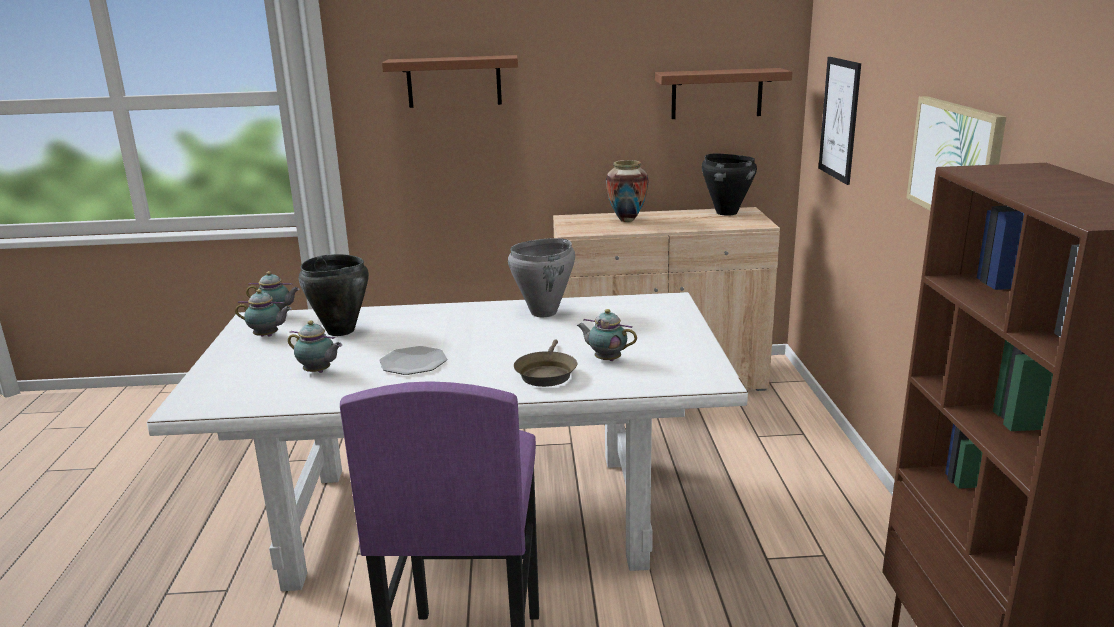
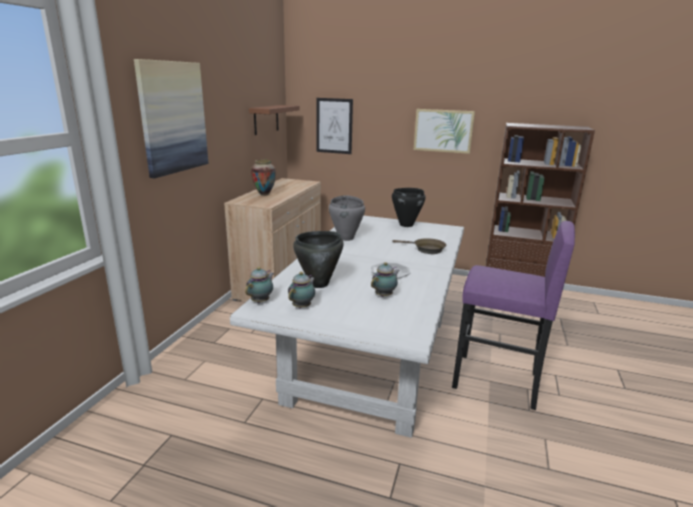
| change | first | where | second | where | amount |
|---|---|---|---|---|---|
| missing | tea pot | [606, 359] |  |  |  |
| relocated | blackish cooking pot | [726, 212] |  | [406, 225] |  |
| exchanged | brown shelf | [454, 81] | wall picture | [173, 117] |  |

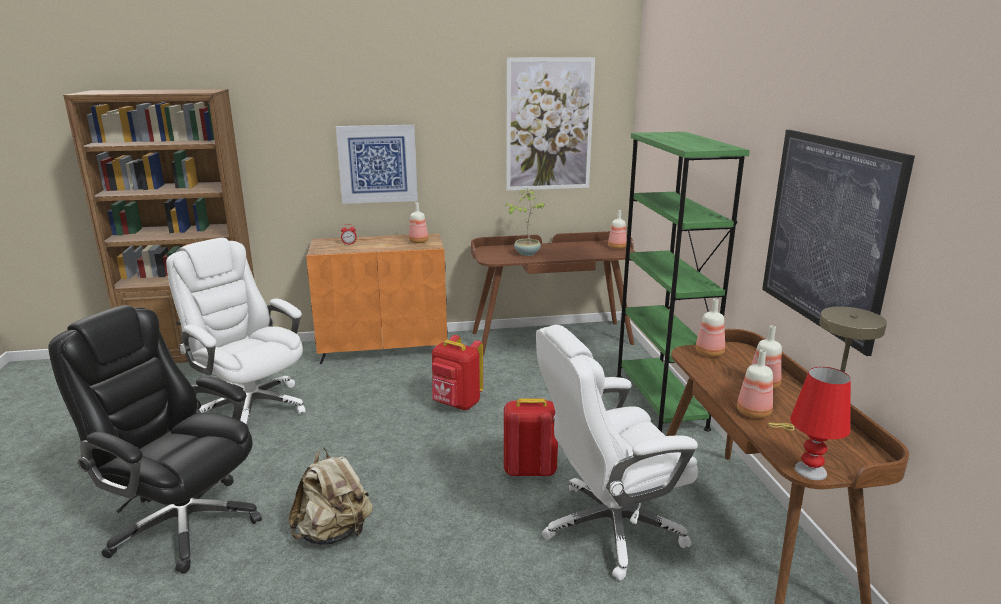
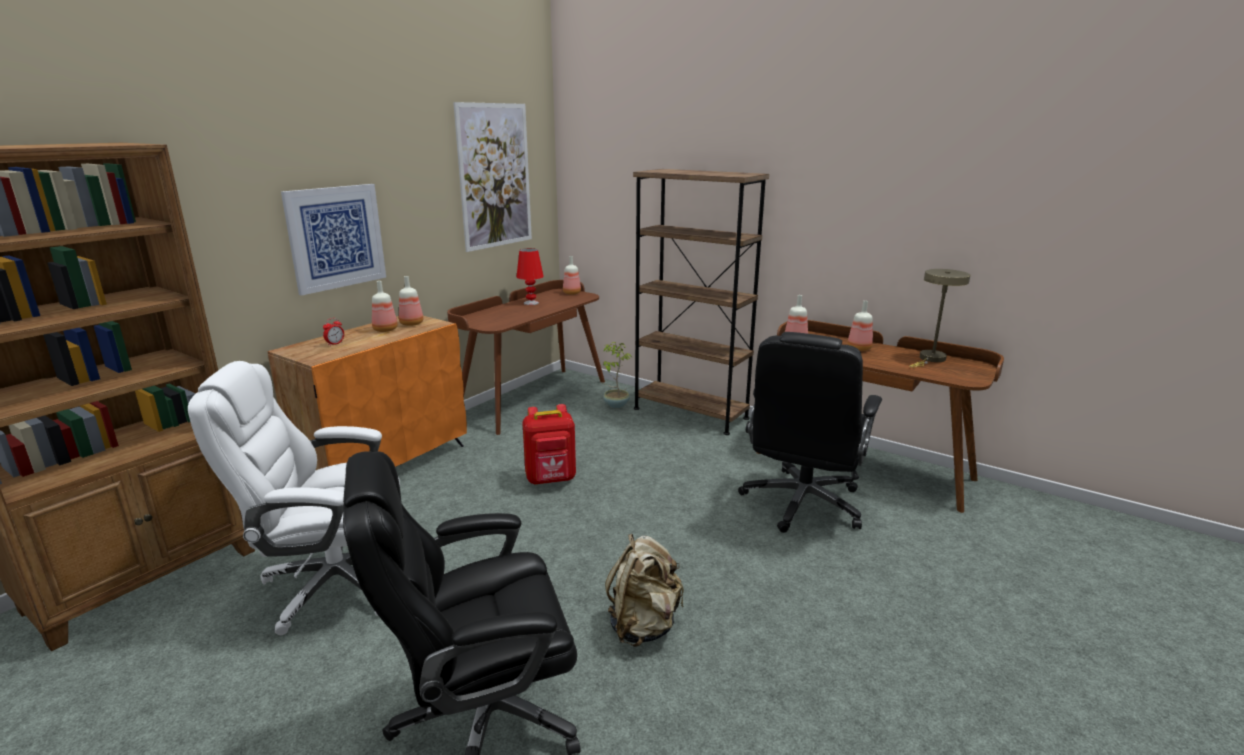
| change | first | where | second | where | amount |
|---|---|---|---|---|---|
| missing | red rucksack | [529, 470] |  |  |  |
| missing | wall picture | [827, 234] |  |  |  |
| relocated | potted plant | [526, 253] |  | [615, 405] |  |
| relocated | beverage bottle | [753, 412] |  | [385, 329] |  |
| relocated | red lamp for a table | [810, 470] |  | [531, 303] |  |
| colour | white-coloured computer chair | [609, 528] | blackish computer chair | [802, 504] |  |
| colour | greenish shelving unit | [659, 401] | brown shelving unit | [690, 413] |  |

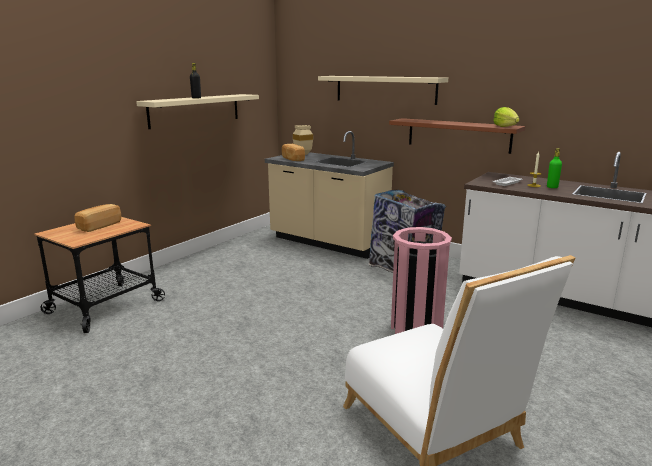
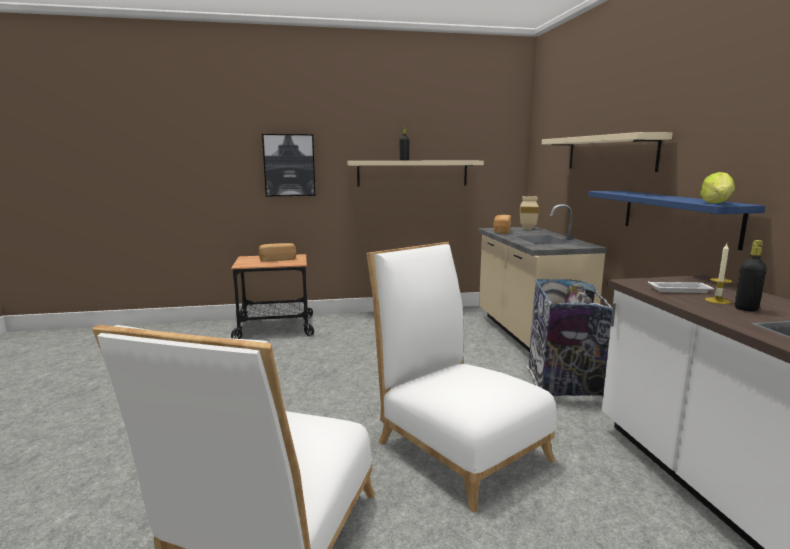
| change | first | where | second | where | amount |
|---|---|---|---|---|---|
| appeared |  |  | wall picture | [289, 165] |  |
| exchanged | pink-coloured rubbish bin | [416, 327] | white-coloured chair | [455, 445] |  |
| colour | brown shelf | [458, 135] | blue-coloured shelf | [678, 216] |  |
| colour | greenish beverage bottle | [552, 187] | blackish beverage bottle | [746, 309] |  |

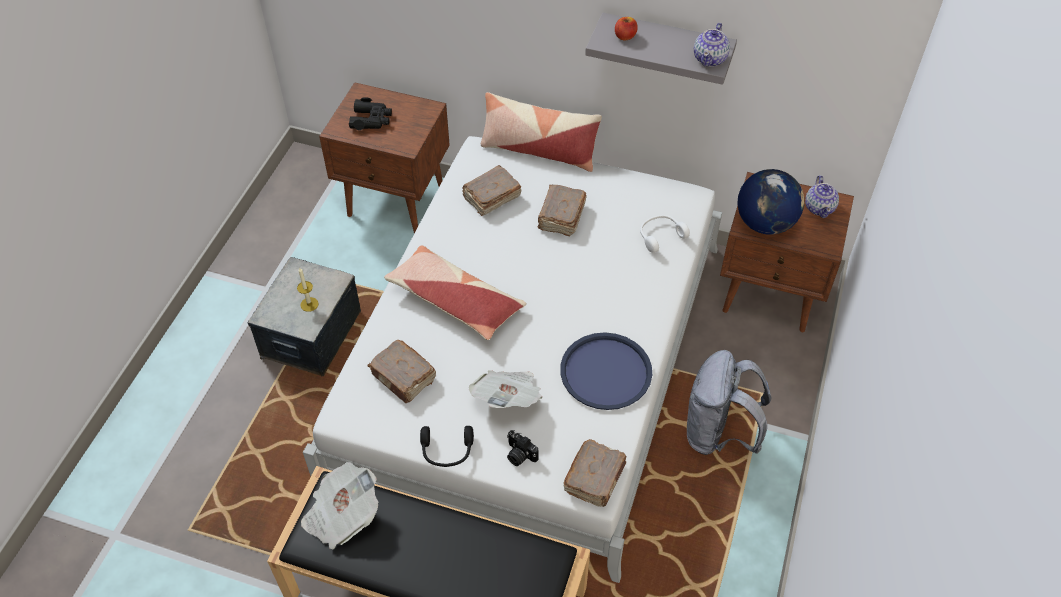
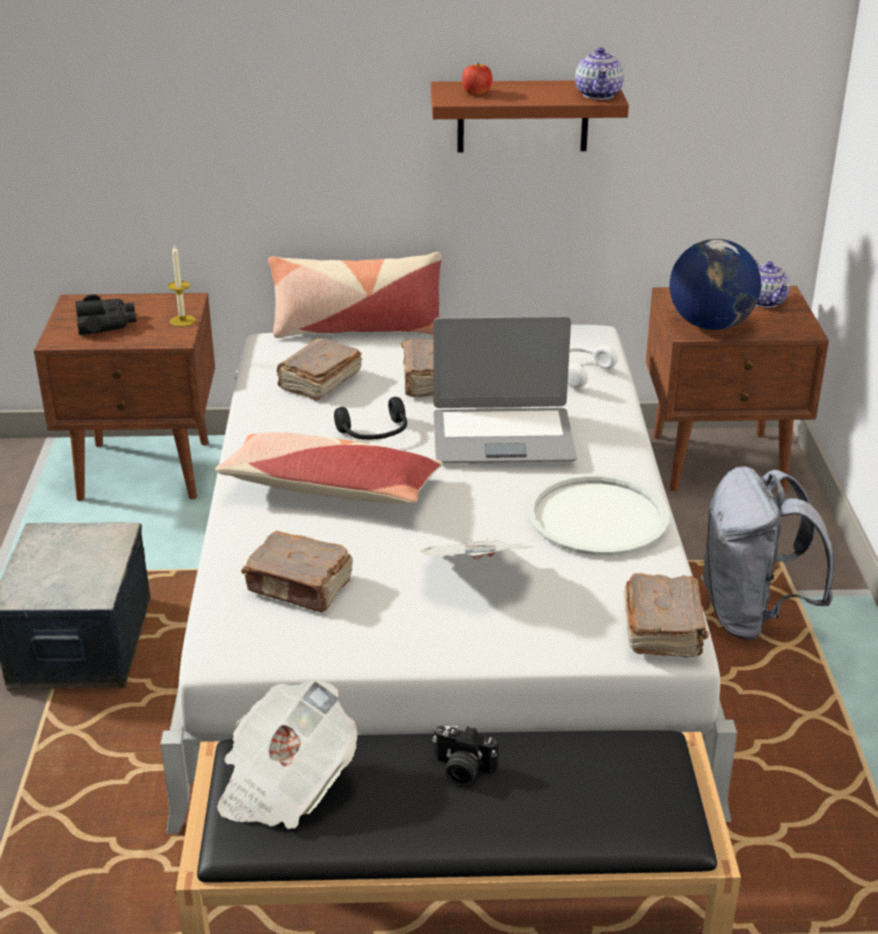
| change | first | where | second | where | amount |
|---|---|---|---|---|---|
| appeared |  |  | laptop | [502, 437] |  |
| relocated | candle | [309, 304] |  | [182, 321] |  |
| relocated | blackish headset | [447, 451] |  | [375, 433] |  |
| relocated | photo camera | [519, 455] |  | [462, 770] |  |
| colour | blue-coloured serving tray | [606, 372] | white-coloured serving tray | [598, 516] |  |
| colour | gray shelf | [666, 47] | brown shelf | [523, 116] |  |

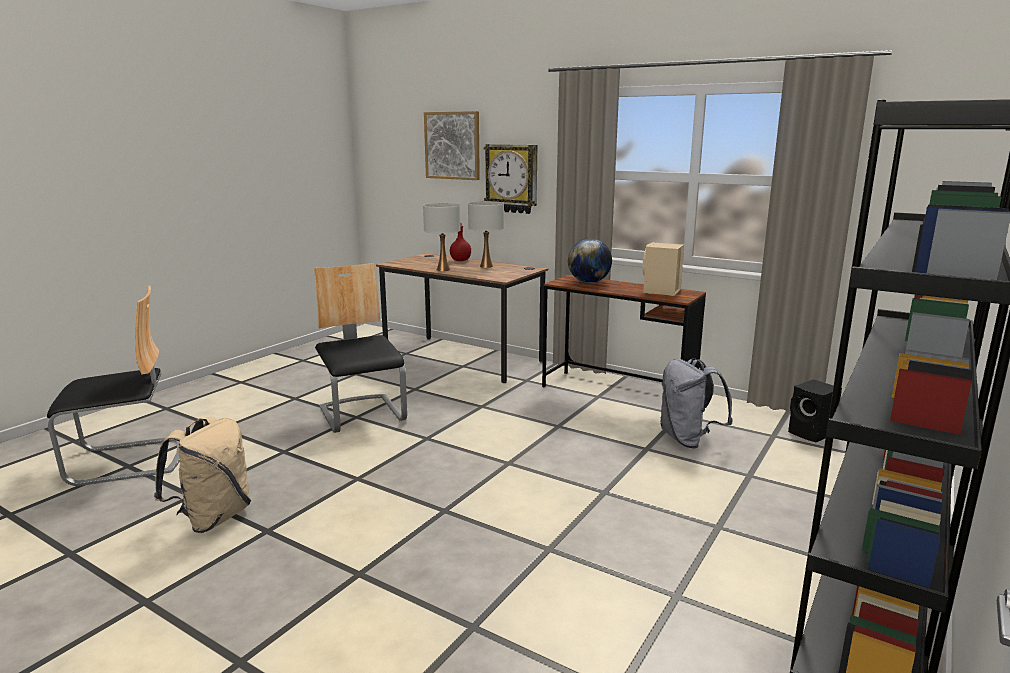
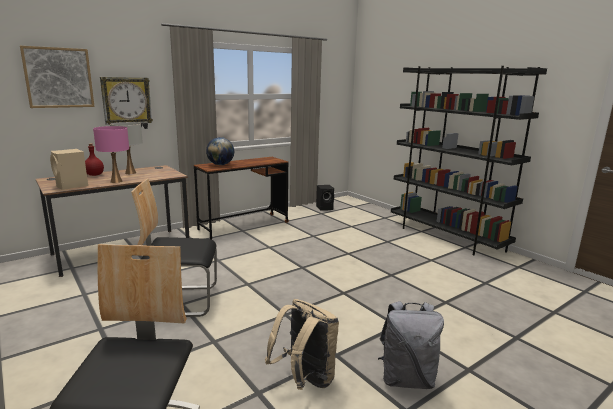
| change | first | where | second | where | amount |
|---|---|---|---|---|---|
| relocated | beige-coloured speaker | [661, 292] |  | [72, 186] |  |
| relocated | gray rucksack | [688, 440] |  | [406, 379] |  |
| colour | white-coloured lamp for a table | [443, 269] | pink-coloured lamp for a table | [116, 181] |  |

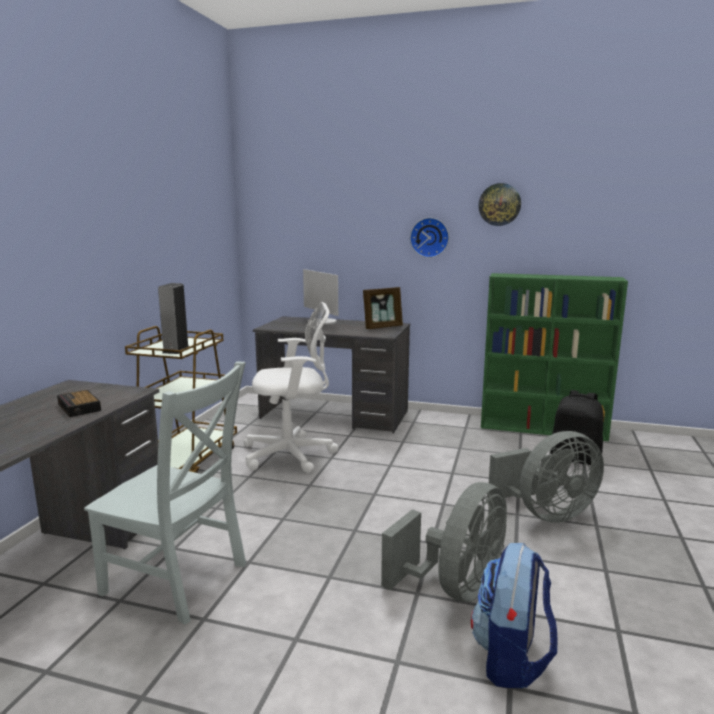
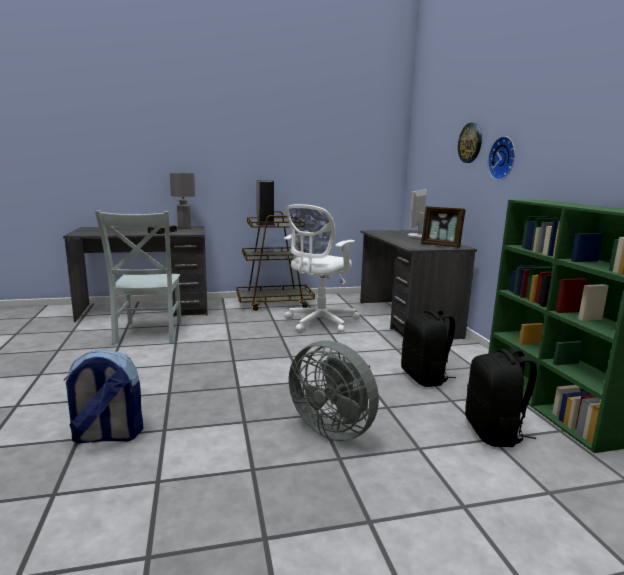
| change | first | where | second | where | amount |
|---|---|---|---|---|---|
| missing | gray fan | [455, 588] |  |  |  |
| appeared |  |  | gray lamp for a table | [184, 228] |  |
| appeared |  |  | blackish rucksack | [425, 378] |  |
| relocated | hanging clock | [499, 204] |  | [470, 143] |  |
| spun | white-coloured computer chair | [292, 454] |  | [319, 323] | 75 degrees clockwise |

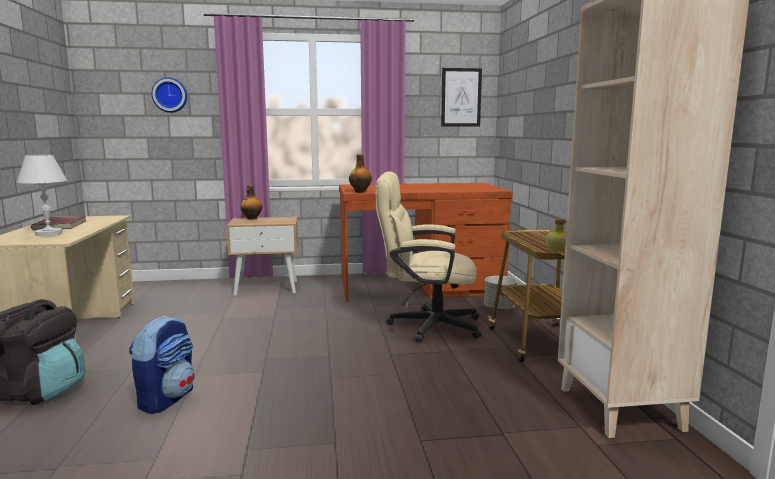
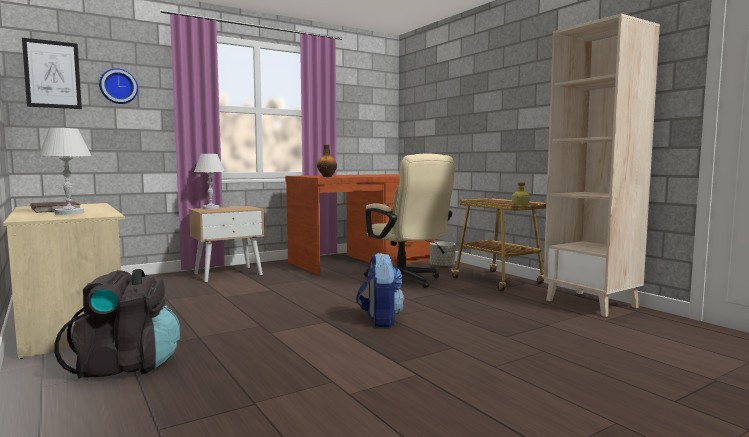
| change | first | where | second | where | amount |
|---|---|---|---|---|---|
| relocated | rucksack | [166, 399] |  | [380, 320] |  |
| relocated | wall picture | [461, 97] |  | [52, 74] |  |
| exchanged | beverage bottle | [251, 218] | white-coloured lamp for a table | [210, 208] |  |
| spun | beige-coloured computer chair | [426, 325] |  | [406, 281] | 105 degrees counterclockwise |

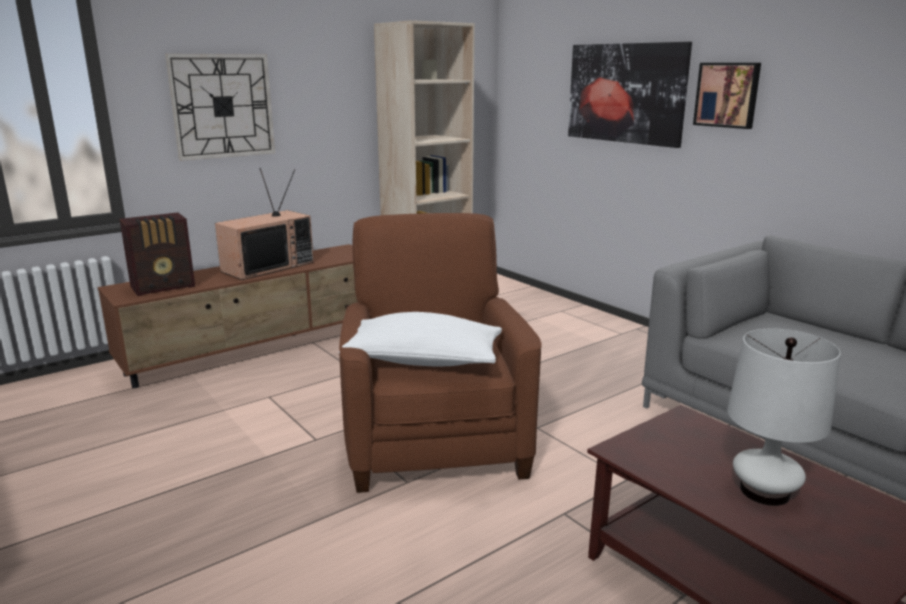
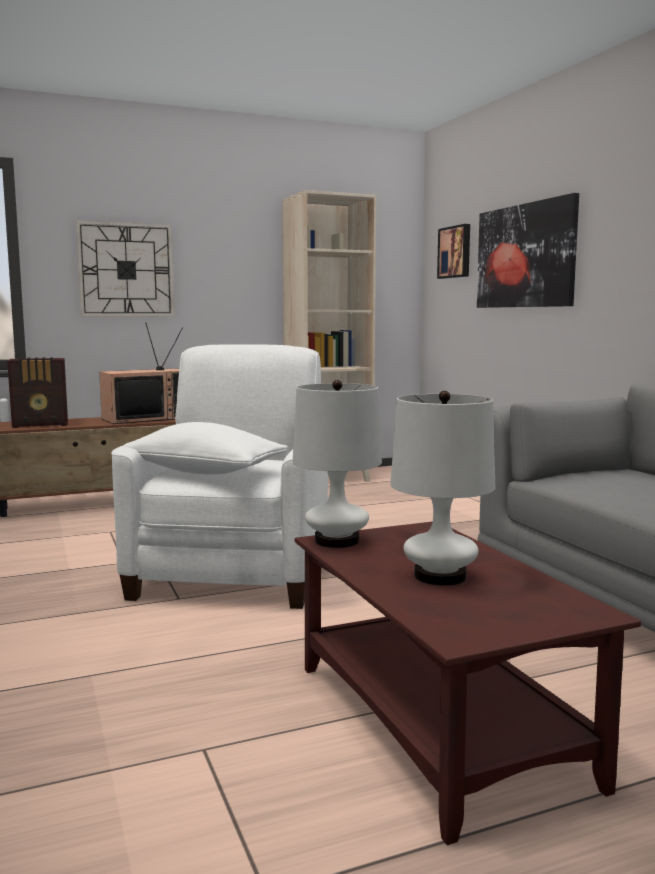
| change | first | where | second | where | amount |
|---|---|---|---|---|---|
| appeared |  |  | white-coloured lamp for a table | [336, 540] |  |
| relocated | wall picture | [727, 95] |  | [455, 252] |  |
| colour | brown armchair | [434, 440] | white-coloured armchair | [234, 573] |  |

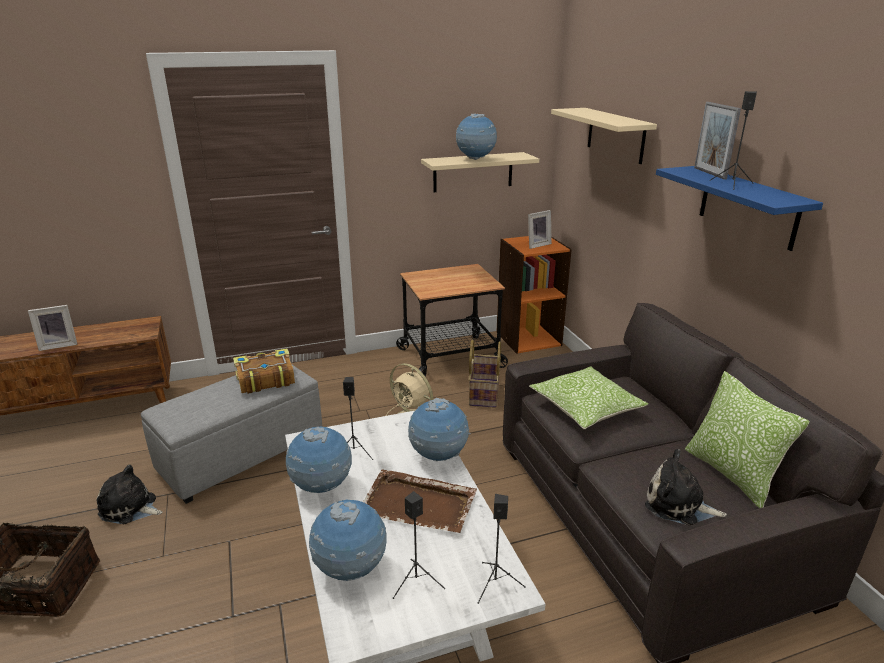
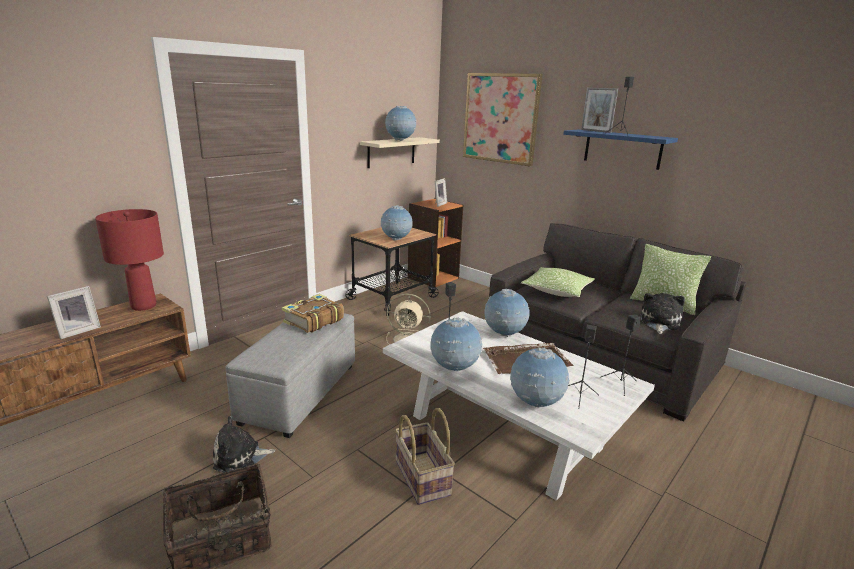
| change | first | where | second | where | amount |
|---|---|---|---|---|---|
| appeared |  |  | red lamp for a table | [143, 306] |  |
| appeared |  |  | globe | [396, 239] |  |
| relocated | basket | [483, 393] |  | [421, 477] |  |
| exchanged | beige-coloured shelf | [615, 135] | wall picture | [500, 118] |  |
| spun | plush toy | [678, 504] |  | [659, 322] | 120 degrees clockwise |

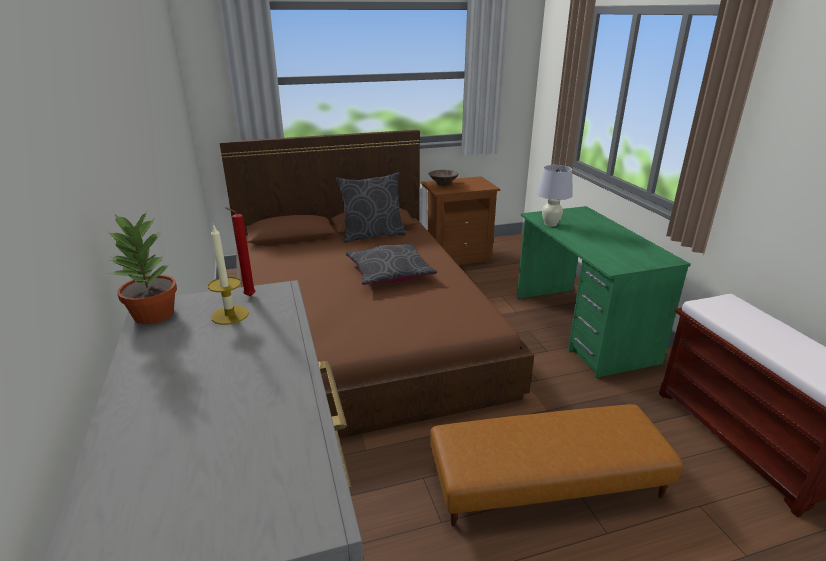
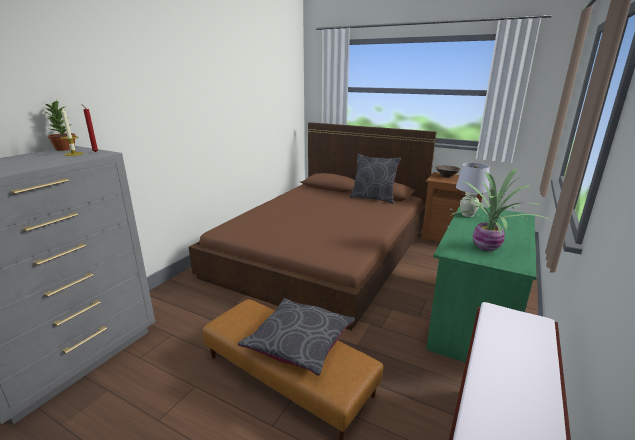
| change | first | where | second | where | amount |
|---|---|---|---|---|---|
| appeared |  |  | potted plant | [488, 247] |  |
| relocated | gray cushion | [389, 273] |  | [299, 342] |  |

